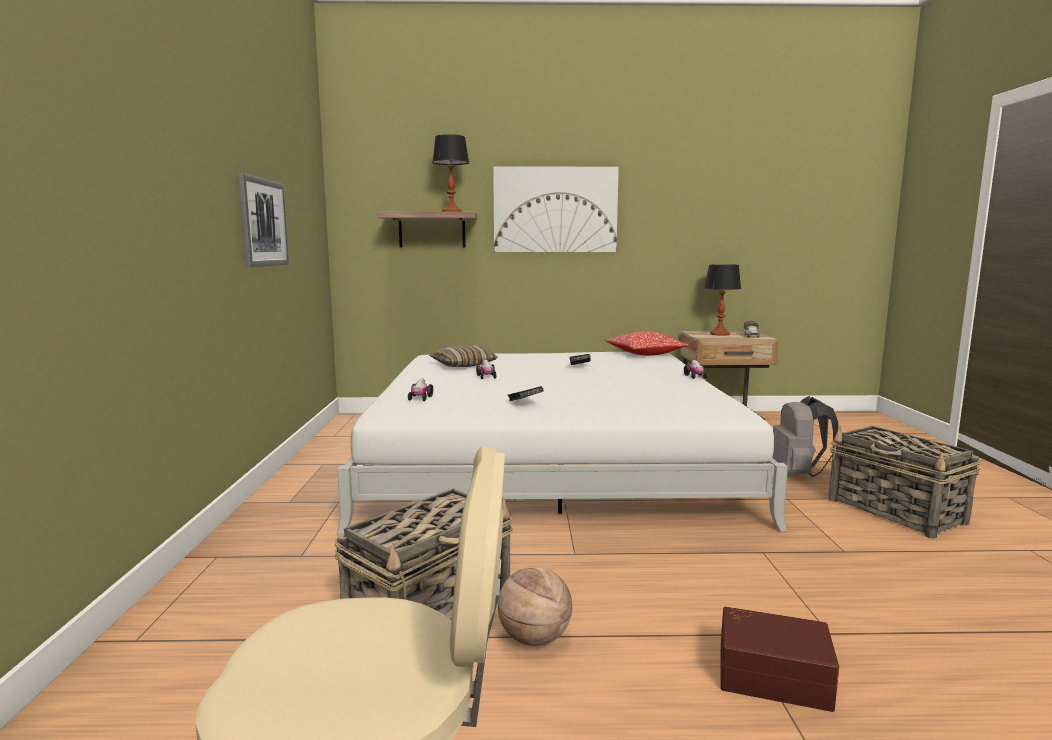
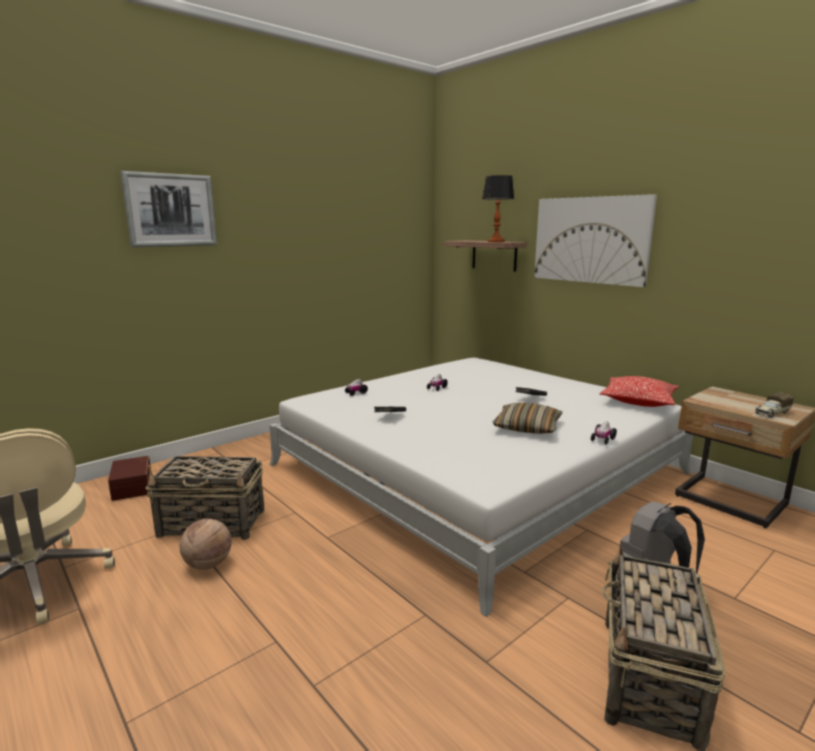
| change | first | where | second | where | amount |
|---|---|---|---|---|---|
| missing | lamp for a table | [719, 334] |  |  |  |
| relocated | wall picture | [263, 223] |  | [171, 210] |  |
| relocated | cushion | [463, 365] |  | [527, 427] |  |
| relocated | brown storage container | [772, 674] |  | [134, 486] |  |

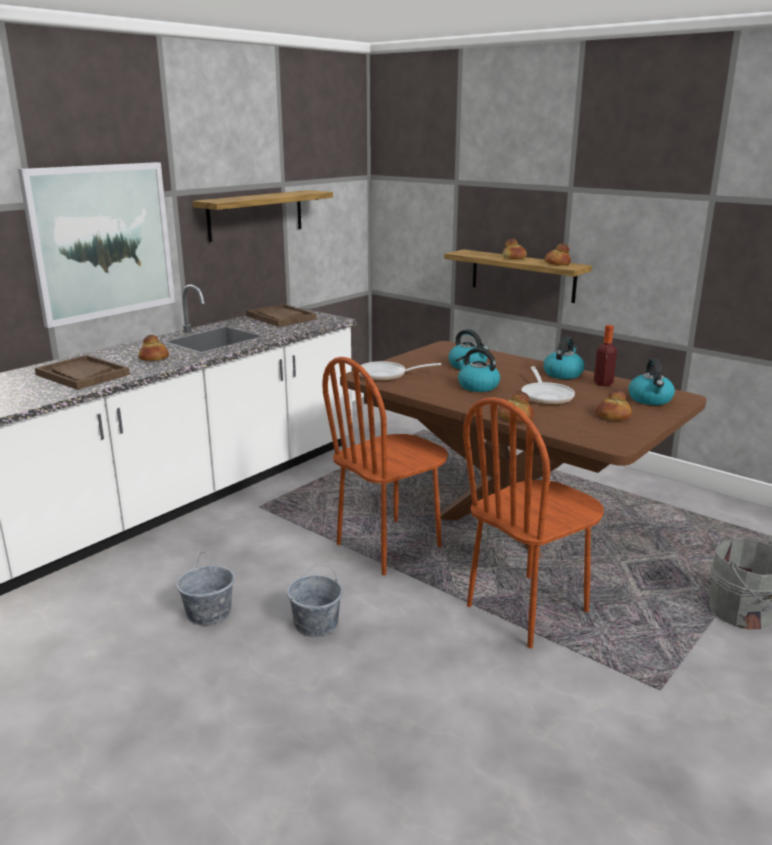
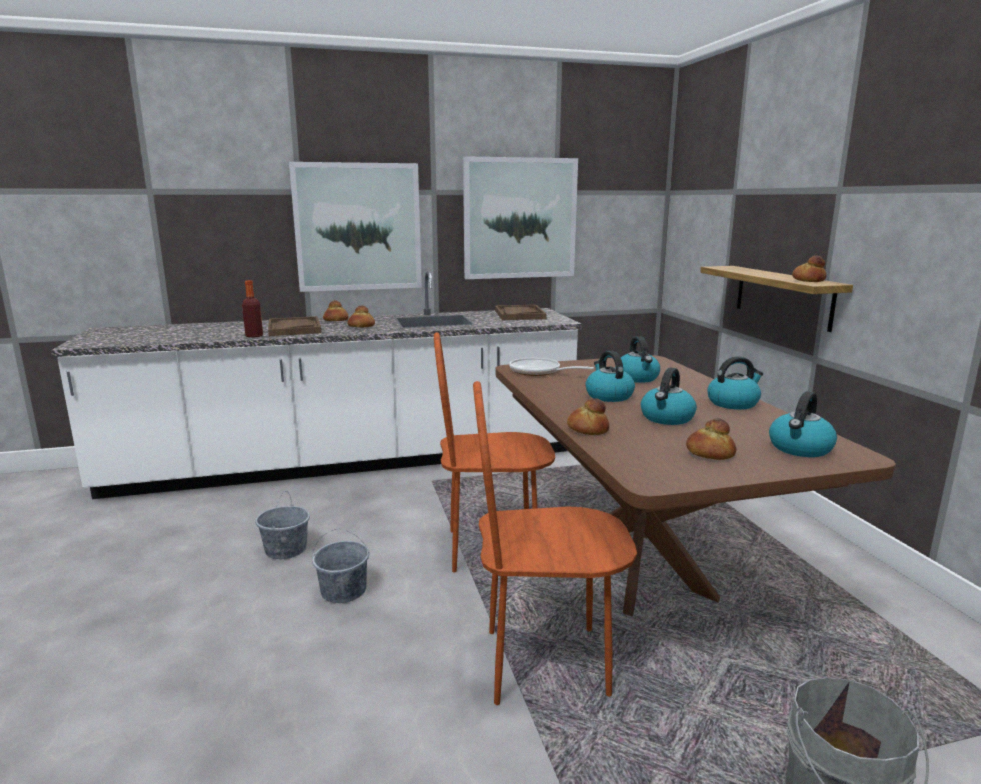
| change | first | where | second | where | amount |
|---|---|---|---|---|---|
| relocated | baked bread | [514, 258] |  | [336, 320] |  |
| relocated | beverage bottle | [603, 383] |  | [254, 336] |  |
| exchanged | shelf | [255, 215] | wall picture | [520, 218] |  |
| exchanged | skillet | [546, 396] | tea kettle | [667, 418] |  |

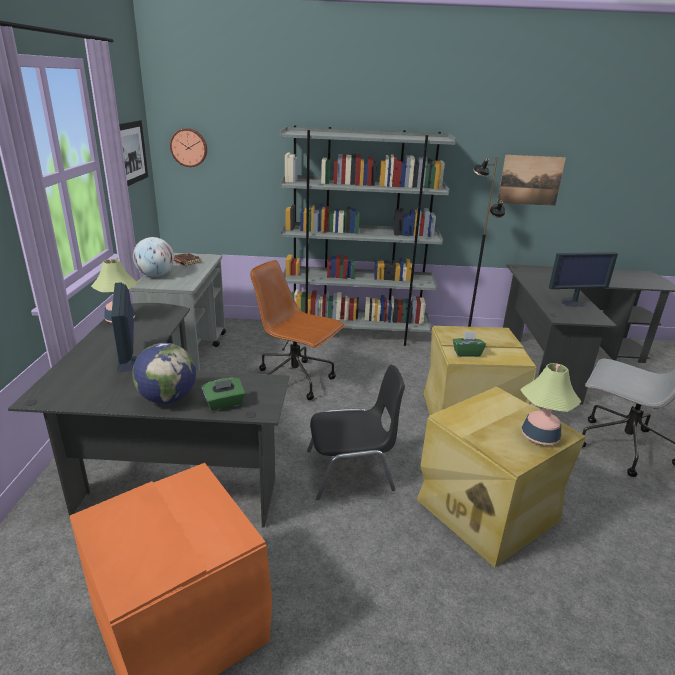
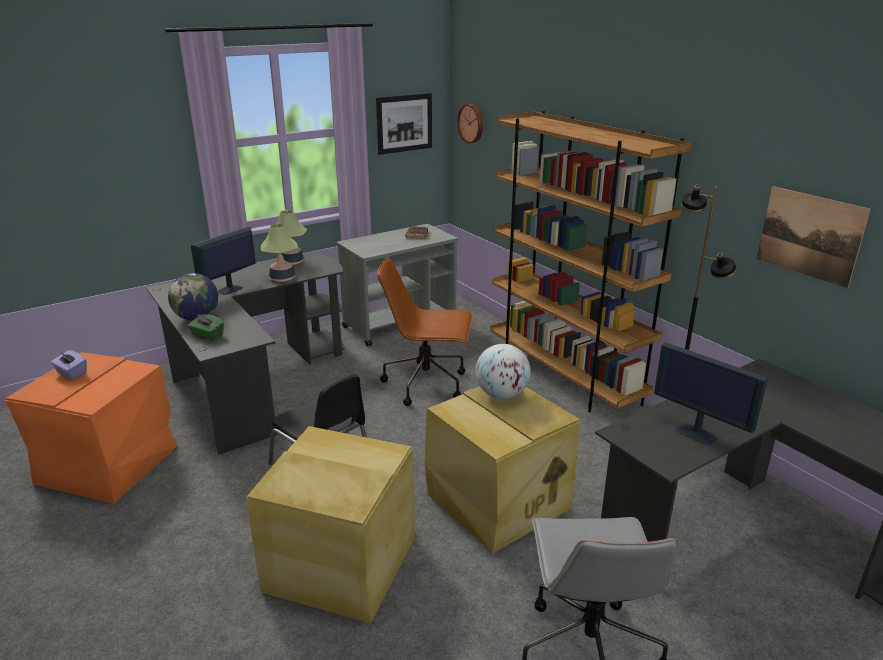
| change | first | where | second | where | amount |
|---|---|---|---|---|---|
| missing | greenish tissue holder | [467, 353] |  |  |  |
| appeared |  |  | purplish tissue holder | [71, 373] |  |
| relocated | globe | [155, 275] |  | [501, 395] |  |
| relocated | lamp for a table | [539, 436] |  | [282, 278] |  |
| colour | gray shelving unit | [356, 334] | brown shelving unit | [564, 376] |  |
| spun | brown computer chair | [296, 380] |  | [427, 384] | 75 degrees counterclockwise |

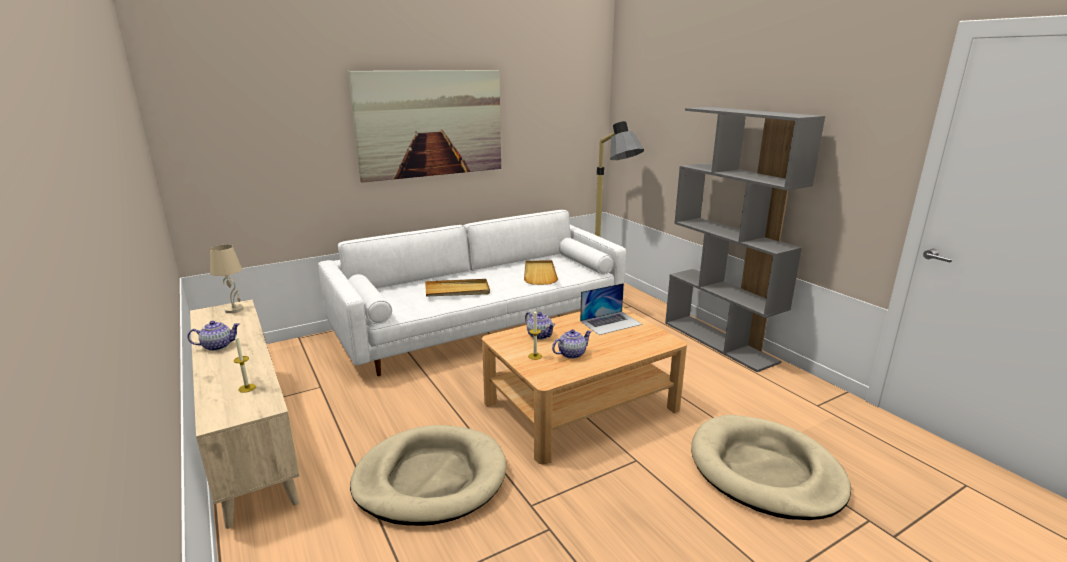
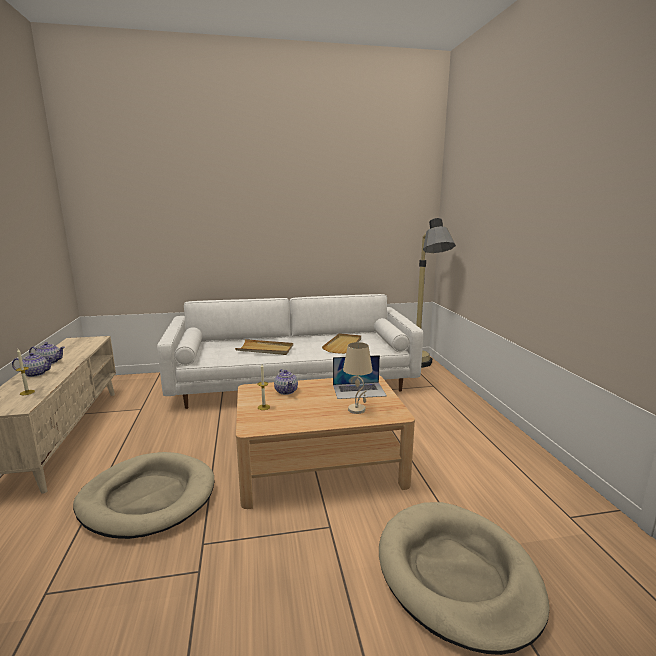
| change | first | where | second | where | amount |
|---|---|---|---|---|---|
| missing | wall picture | [430, 124] |  |  |  |
| missing | gray shelving unit | [720, 342] |  |  |  |
| relocated | beige-coloured lamp for a table | [235, 309] |  | [357, 409] |  |
| relocated | tea pot | [571, 354] |  | [35, 374] |  |

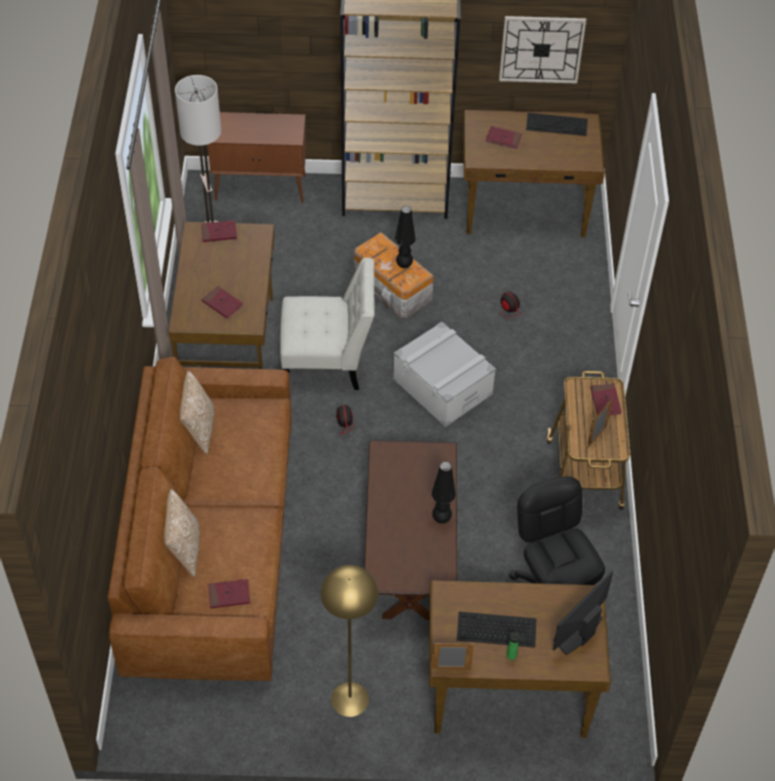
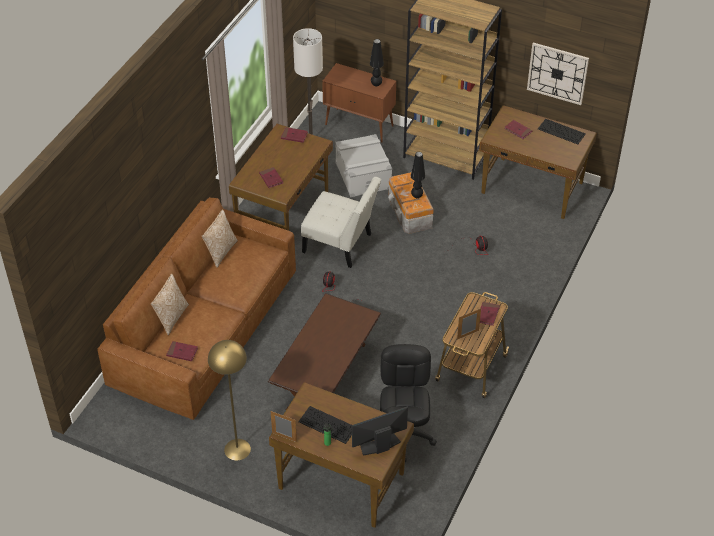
| change | first | where | second | where | amount |
|---|---|---|---|---|---|
| relocated | gray storage container | [442, 386] |  | [363, 175] |  |
| relocated | blackish lamp for a table | [441, 519] |  | [376, 84] |  |

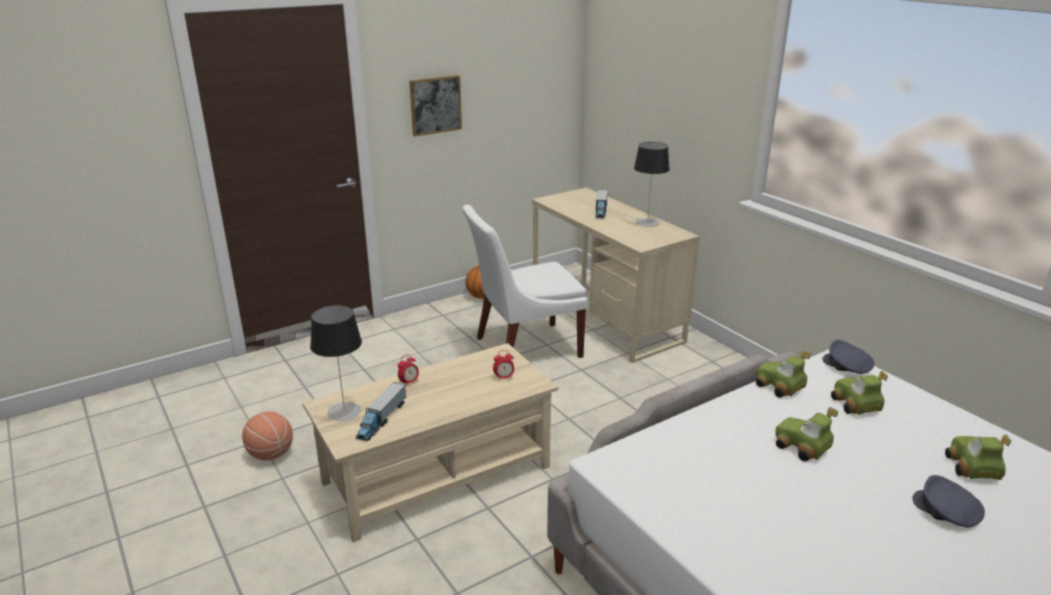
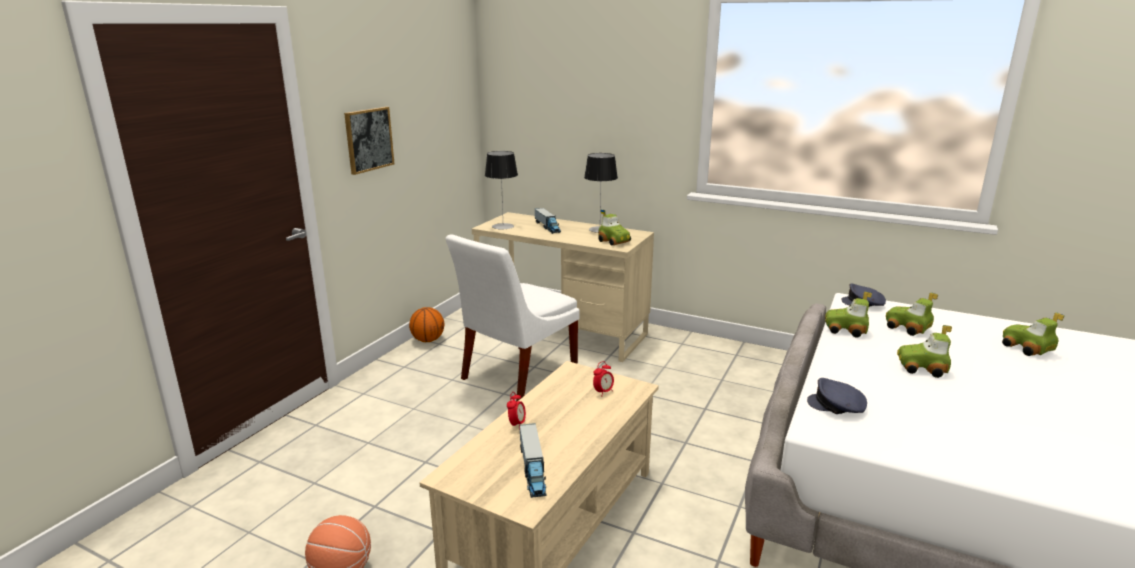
| change | first | where | second | where | amount |
|---|---|---|---|---|---|
| appeared |  |  | model car | [614, 241] |  |
| relocated | lamp for a table | [344, 411] |  | [503, 226] |  |
| relocated | gray baseball cap | [946, 512] |  | [837, 406] |  |

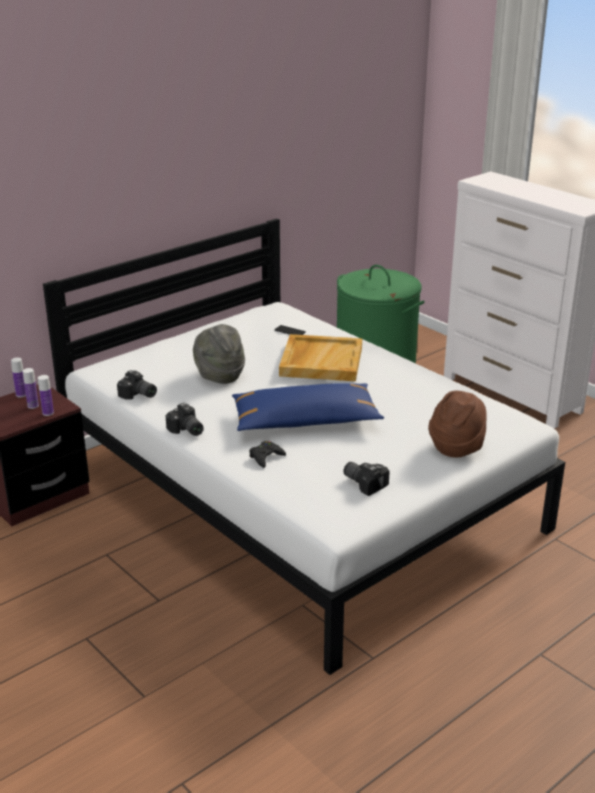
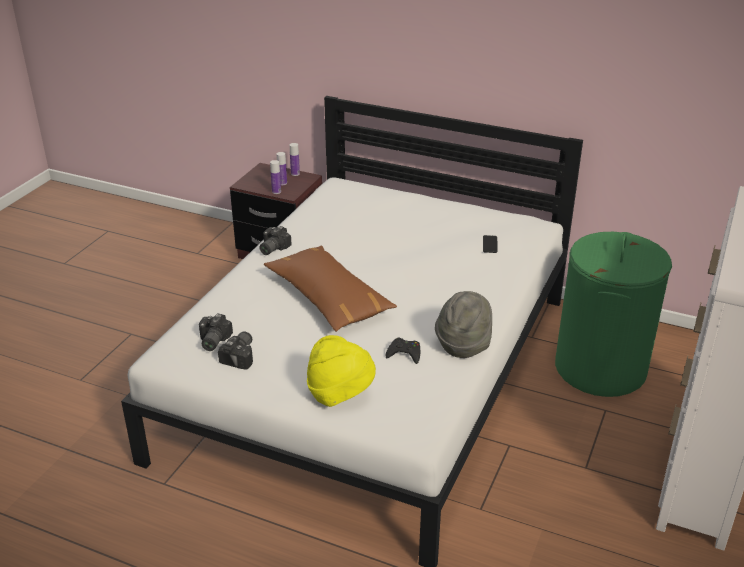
| change | first | where | second | where | amount |
|---|---|---|---|---|---|
| missing | beige-coloured serving tray | [320, 361] |  |  |  |
| relocated | photo camera | [138, 395] |  | [212, 341] |  |
| relocated | gray clothing hat | [219, 375] |  | [463, 344] |  |
| relocated | blackish game controller | [266, 457] |  | [404, 354] |  |
| colour | blue-coloured cushion | [305, 421] | brown cushion | [328, 298] |  |
| colour | brown clothing hat | [457, 445] | yellow-coloured clothing hat | [340, 394] |  |

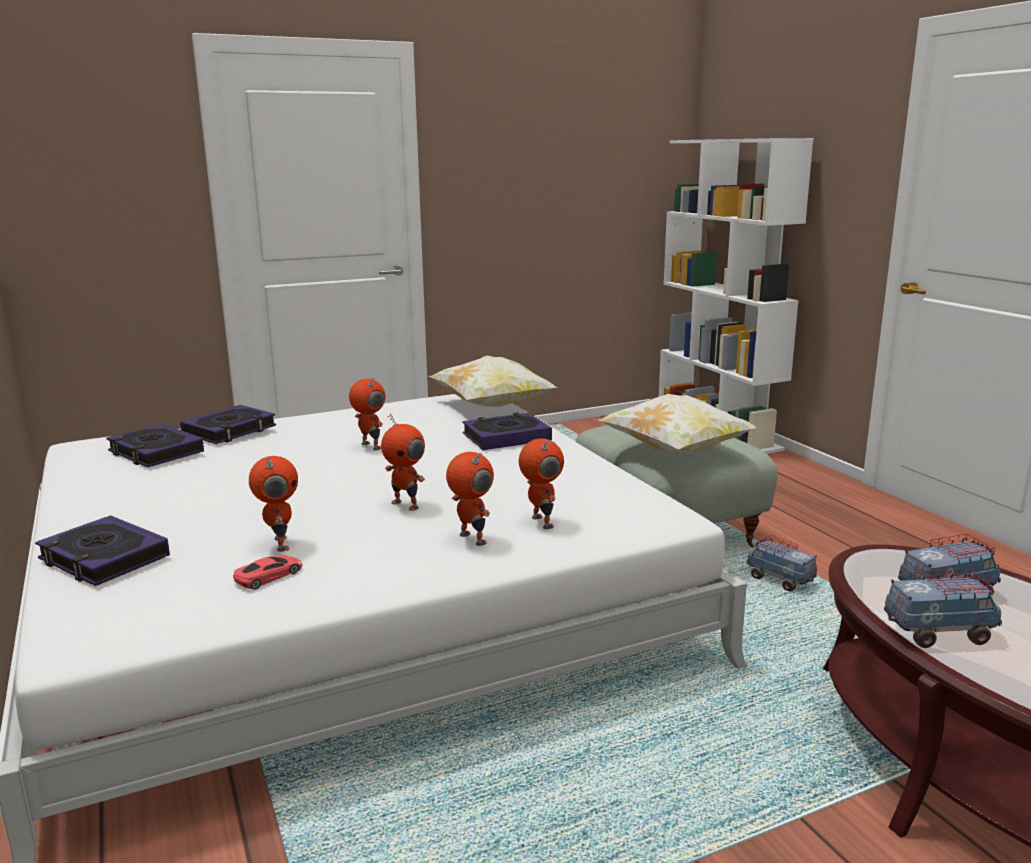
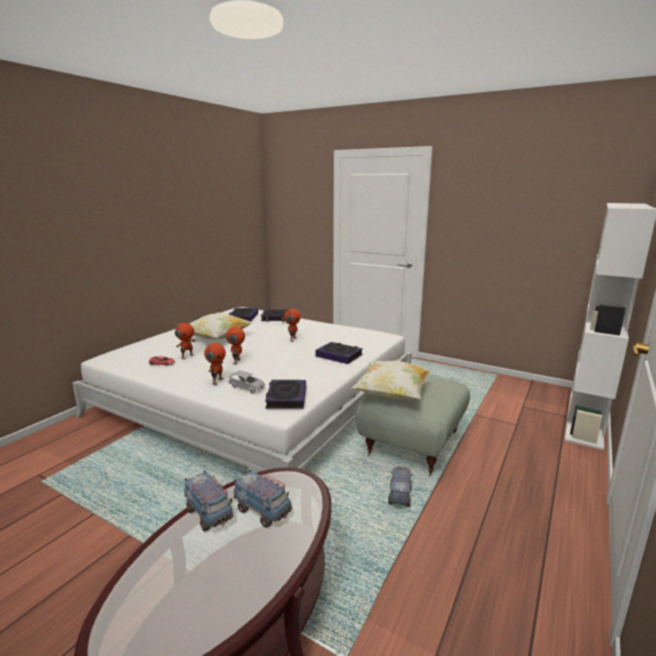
| change | first | where | second | where | amount |
|---|---|---|---|---|---|
| relocated | book | [104, 558] |  | [286, 397] |  |
| relocated | cushion | [492, 406] |  | [217, 338] |  |
| exchanged | model robot | [540, 522] | gray model car | [247, 388] |  |

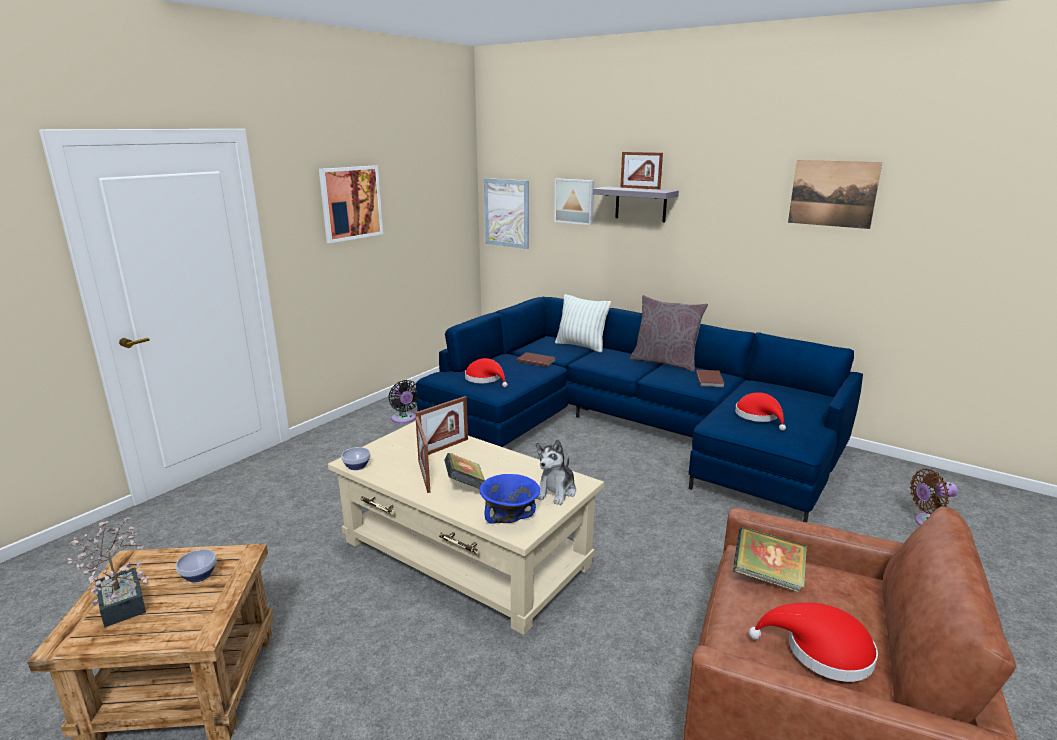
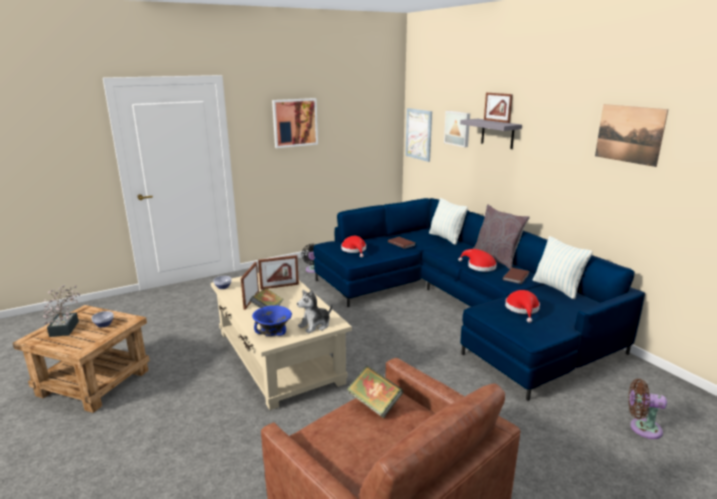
| change | first | where | second | where | amount |
|---|---|---|---|---|---|
| appeared |  |  | cushion | [557, 288] |  |
| relocated | red clothing hat | [821, 651] |  | [479, 266] |  |

